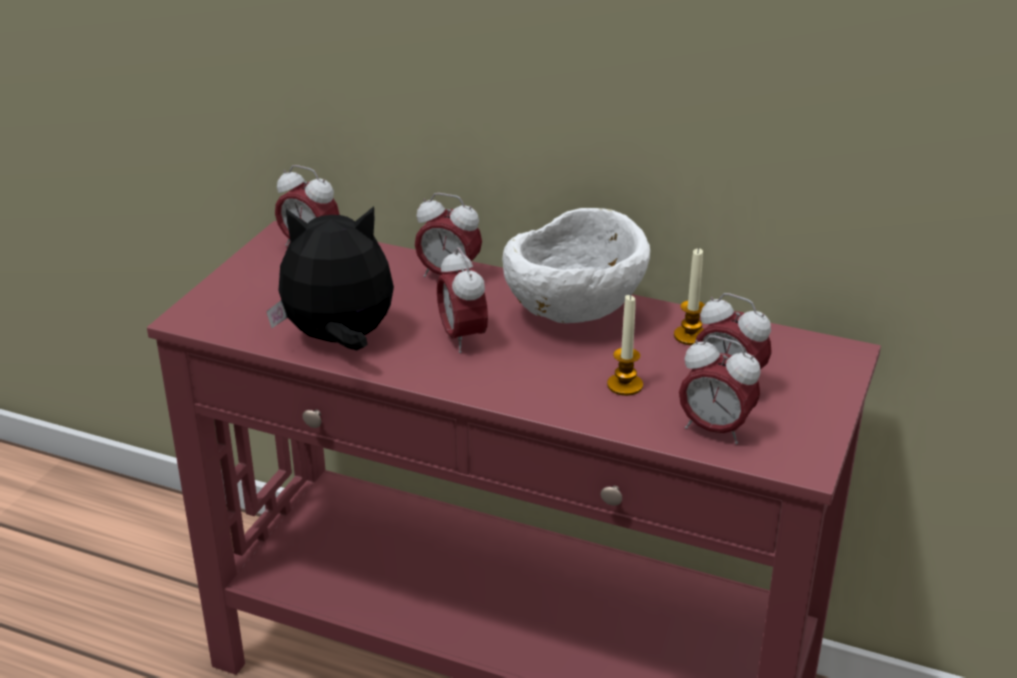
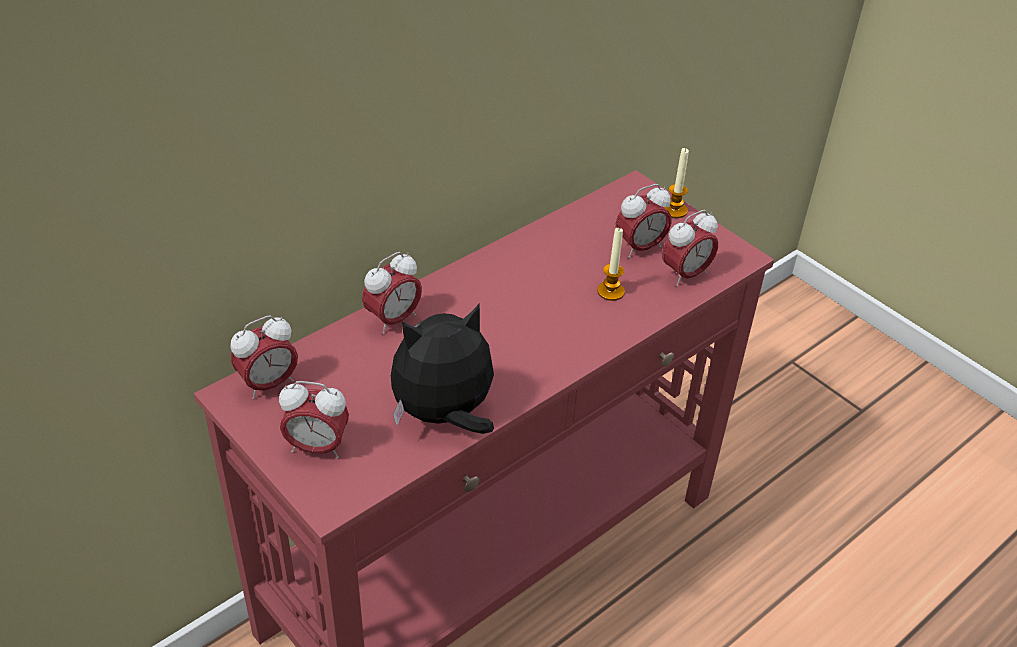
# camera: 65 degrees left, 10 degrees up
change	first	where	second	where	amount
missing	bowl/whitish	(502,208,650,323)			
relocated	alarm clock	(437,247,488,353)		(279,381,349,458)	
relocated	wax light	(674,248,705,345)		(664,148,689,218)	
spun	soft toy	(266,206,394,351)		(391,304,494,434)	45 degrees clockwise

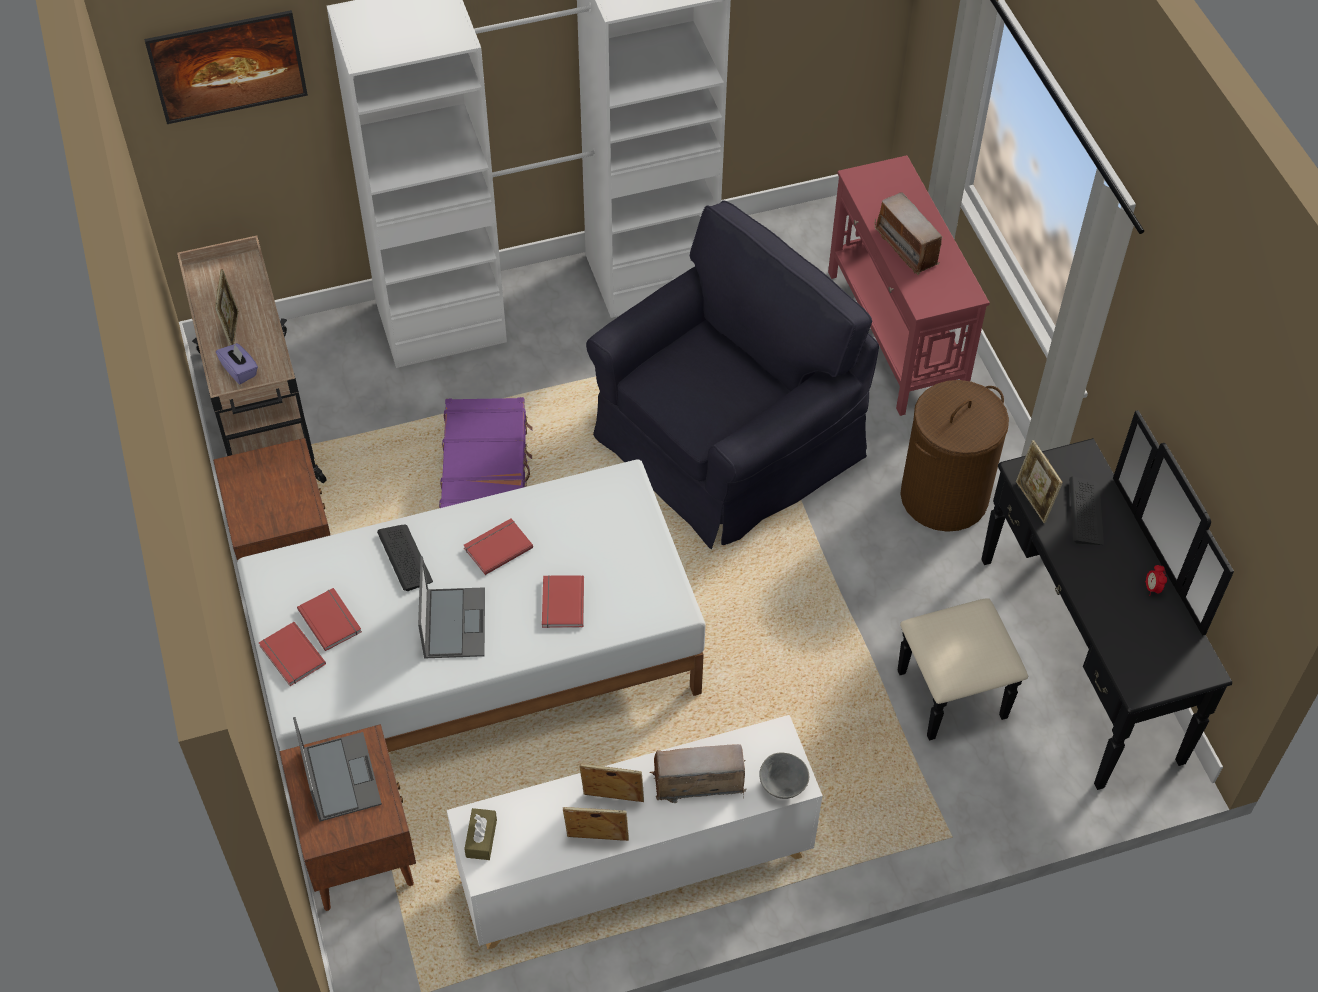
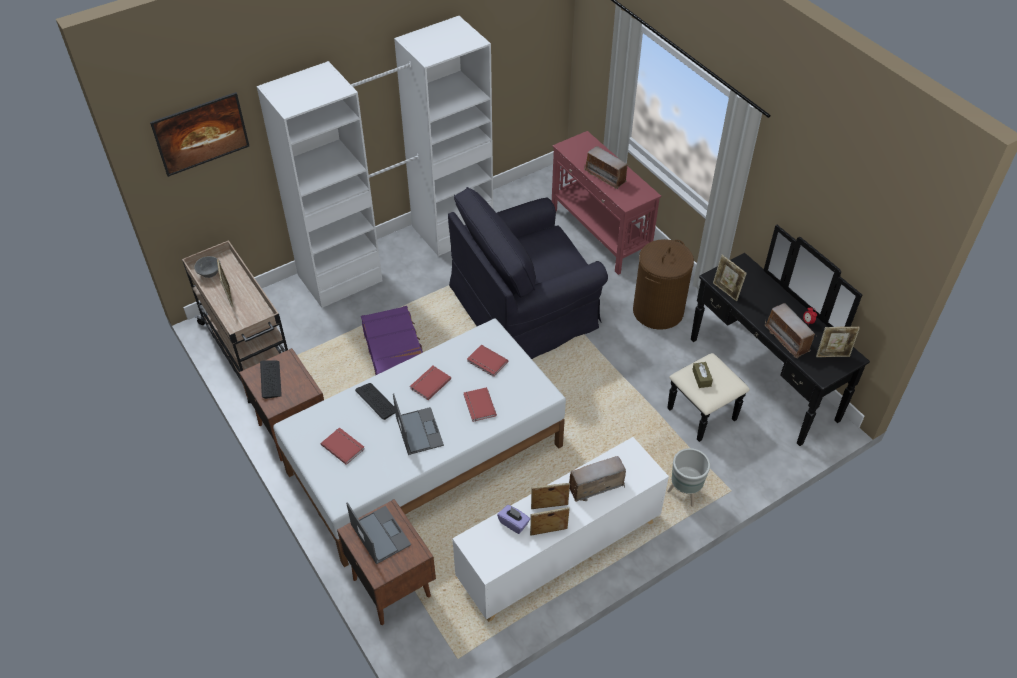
# camera: 15 degrees left, 5 degrees down
change	first	where	second	where	amount
appeared			planter/greyish	(667,448,710,507)	
appeared			radio set	(765,303,817,358)	
appeared			standing frame	(816,327,860,357)	
relocated	box of tissues/purplish	(216,343,258,384)		(497,505,530,534)	
relocated	book/red	(259,622,326,686)		(467,345,508,377)	
relocated	box of tissues/brown-coloured	(464,808,497,860)		(692,362,713,388)	
relocated	bowl/greyish	(759,753,809,799)		(194,256,221,278)	
relocated	keyboard	(1069,476,1104,545)		(260,360,282,399)	
spun	armchair/black	(586,200,879,549)		(448,187,608,359)	150 degrees counterclockwise

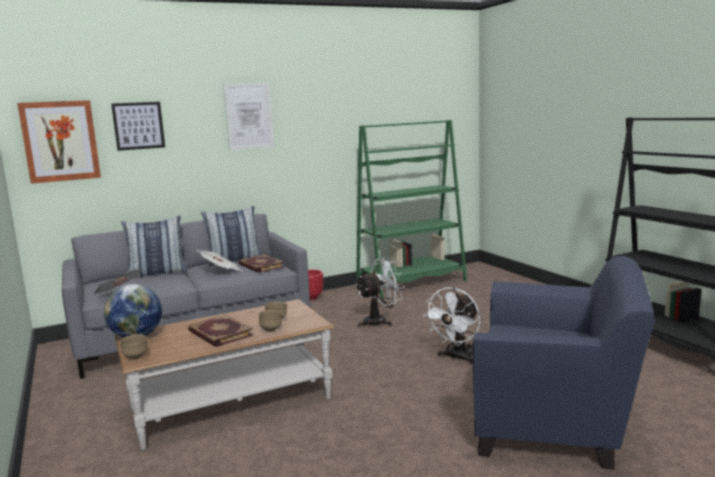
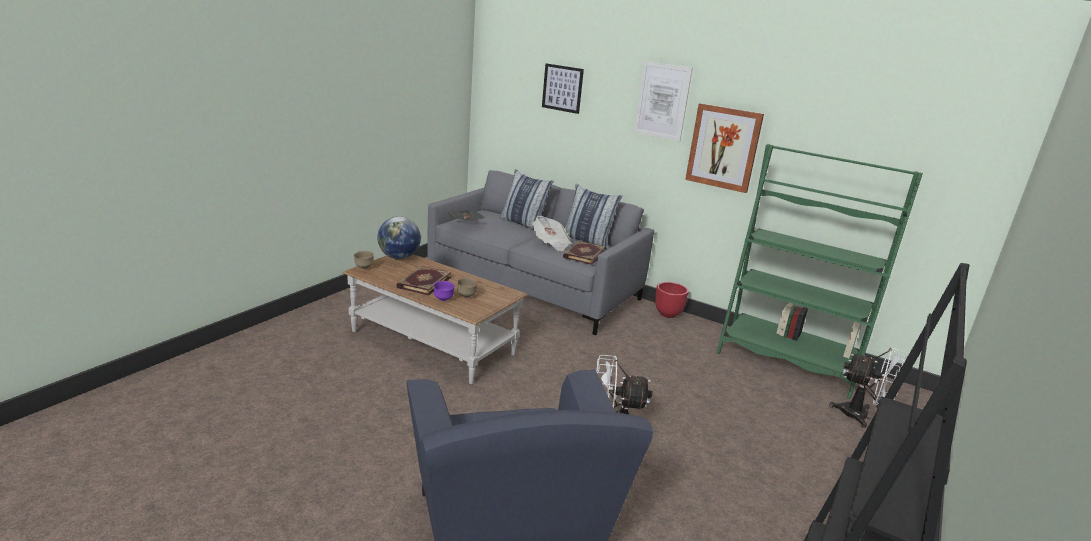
# camera: 55 degrees right, 10 degrees up
change	first	where	second	where	amount
relocated	wall picture	(17,100,101,184)		(685,103,764,193)	
relocated	electric fan/whitish	(355,257,405,327)		(829,347,907,428)	
colour	bowl/brown-coloured	(259,310,282,332)	bowl/purplish	(434,281,455,301)	

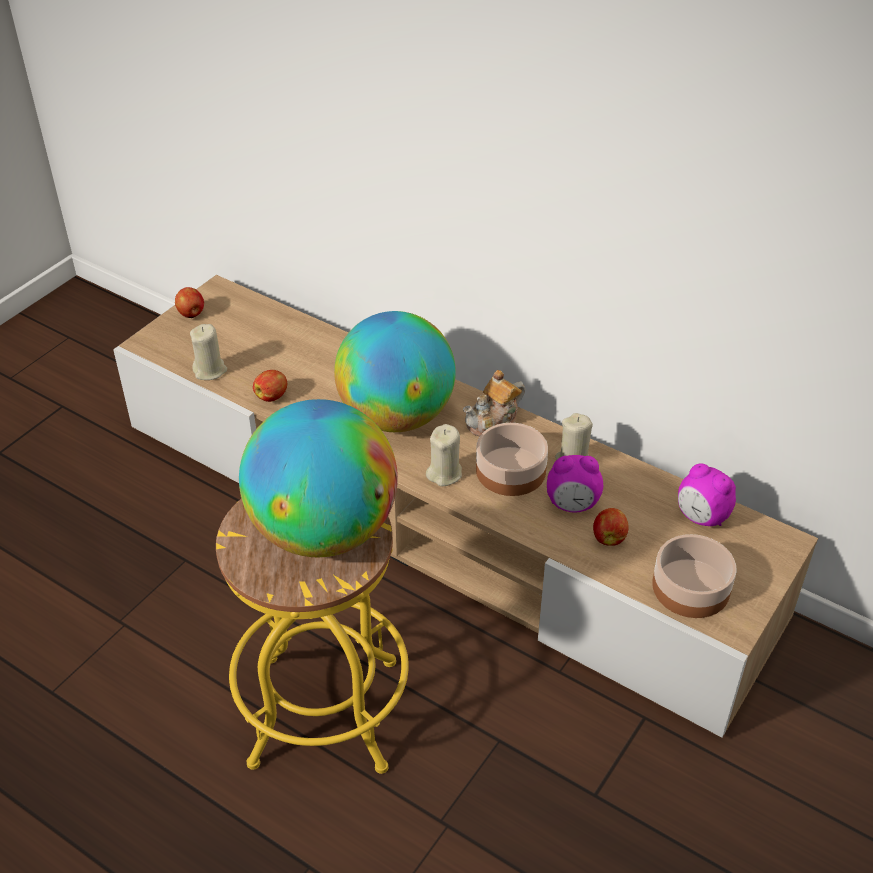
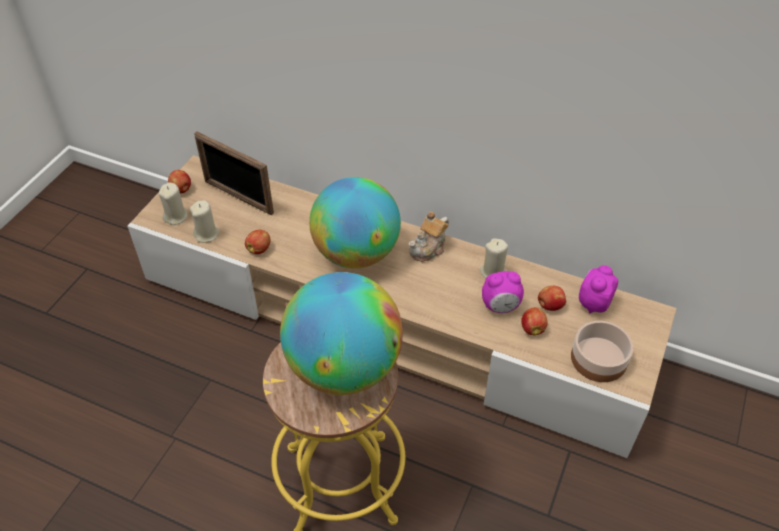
# camera: 10 degrees left, 5 degrees up
change	first	where	second	where	amount
missing	bowl	(476,423,548,496)			
appeared			standing frame	(194,131,274,215)	
appeared			apple	(538,286,566,311)	
relocated	wax light/beige	(426,424,462,486)		(158,182,188,225)	
spun	alarm clock	(678,463,736,526)		(579,265,618,314)	90 degrees clockwise

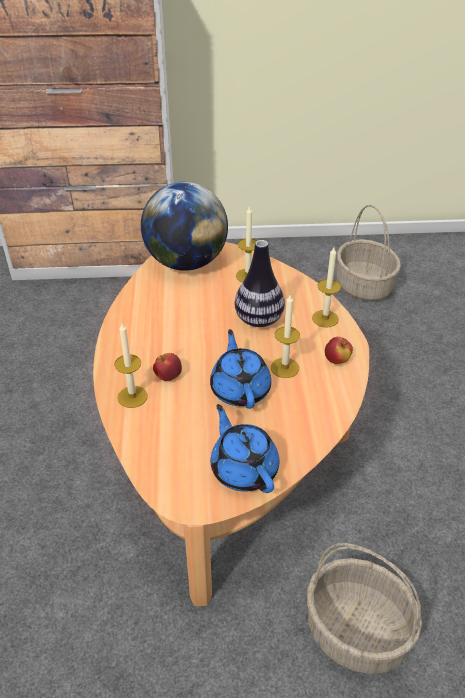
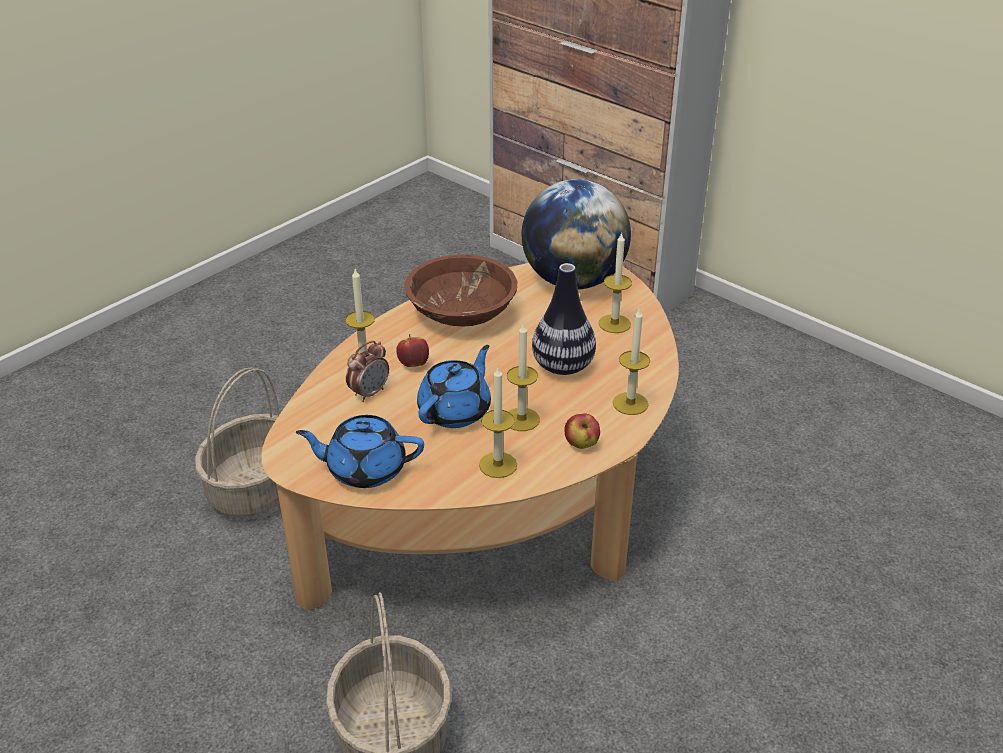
# camera: 45 degrees right, 5 degrees down
change	first	where	second	where	amount
appeared			alarm clock	(346,340,389,402)	
appeared			bowl/brown-coloured	(404,255,518,327)	
appeared			wax light	(479,367,517,478)	
relocated	basket	(337,205,401,301)		(195,367,280,517)	
spun	tea pot/blue	(210,404,279,493)		(296,415,424,488)	105 degrees counterclockwise

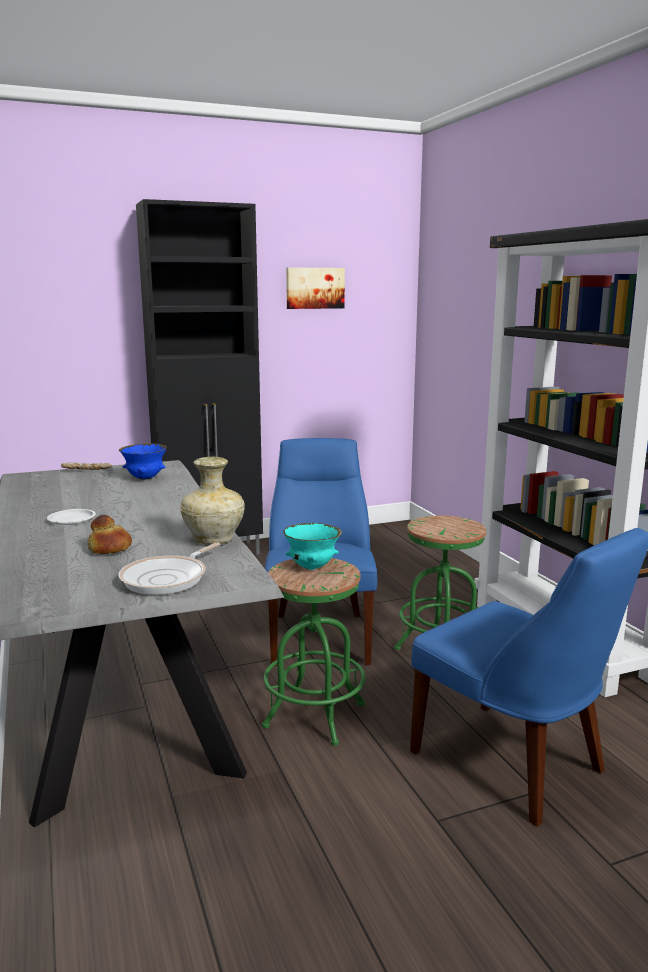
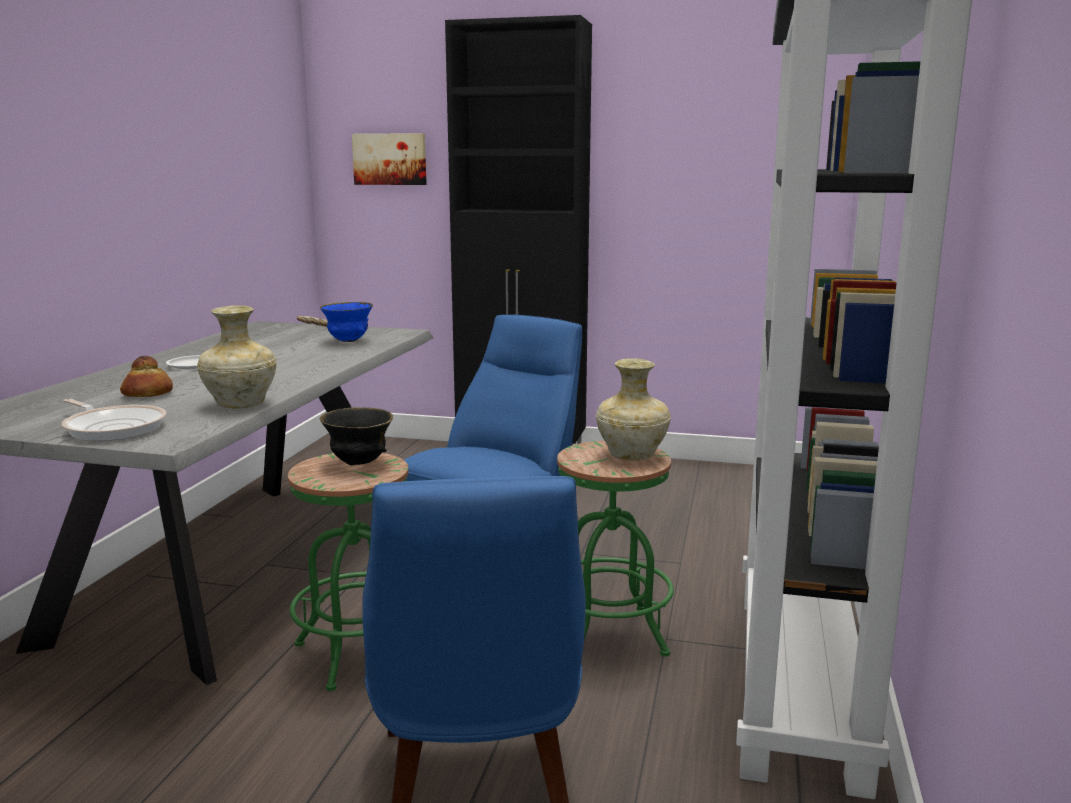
# camera: 35 degrees right, 0 degrees up
change	first	where	second	where	amount
appeared			vase/beige	(596,358,671,461)	
relocated	wall picture	(286,267,345,309)		(352,133,427,185)	
colour	bowl/blue-green	(283,523,342,570)	bowl/black	(320,407,393,466)	
spun	pan	(118,542,220,595)		(62,399,166,441)	120 degrees counterclockwise

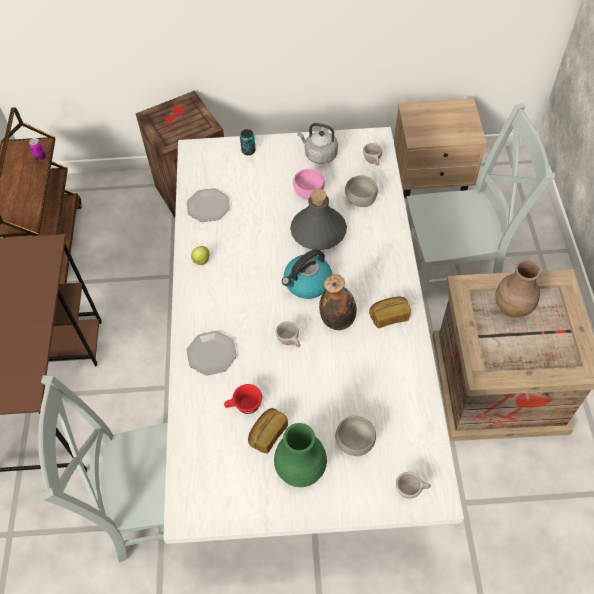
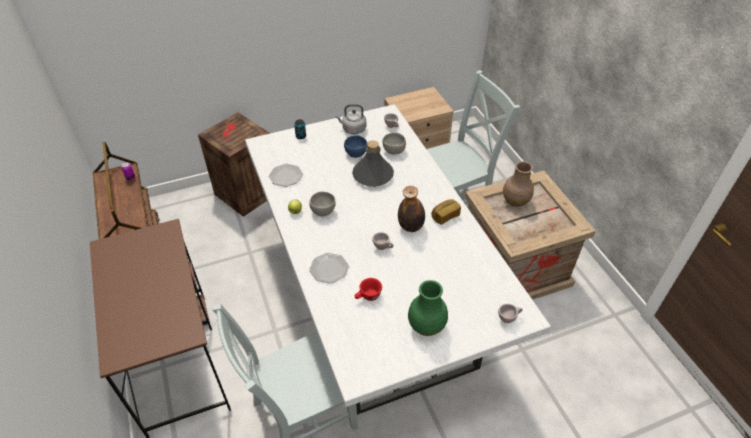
# camera: 20 degrees left, 10 degrees down
change	first	where	second	where	amount
missing	baked bread	(248,408,288,454)			
missing	water kettle	(282,249,332,299)			
relocated	bowl/greyish	(335,416,376,456)		(310,191,336,216)	
colour	bowl/pink	(293,169,325,200)	bowl/blue	(344,135,367,158)	

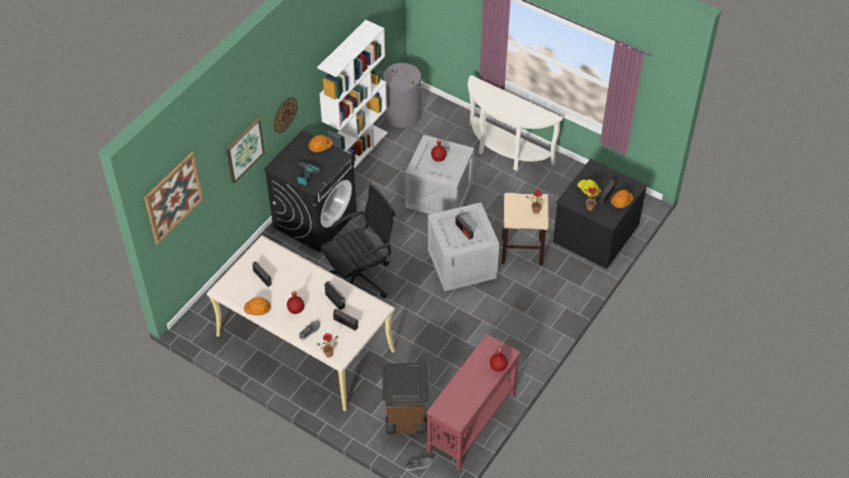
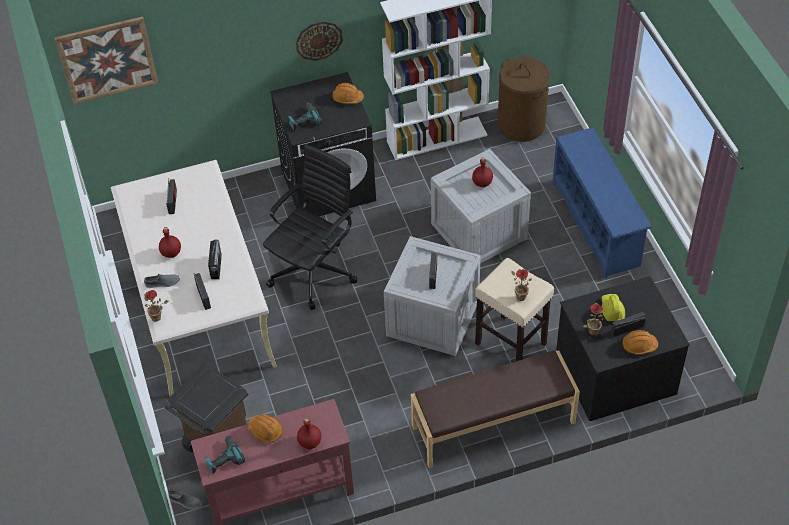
# camera: 40 degrees right, 0 degrees up
change	first	where	second	where	amount
missing	wall picture	(226,118,265,183)			
appeared			drill	(205,435,245,473)	
appeared			bench/brown-coloured	(411,350,580,468)	
relocated	hard hat/orange-coloured	(244,297,271,315)		(248,414,283,443)	
exchanged	console table/whitish	(468,75,563,170)	shoe stand/blue	(552,127,652,278)	
colour	washing basket/greyish	(380,63,425,128)	washing basket/brown-coloured	(498,57,550,142)	
spun	office chair/black	(321,184,395,298)		(263,144,357,310)	60 degrees counterclockwise

